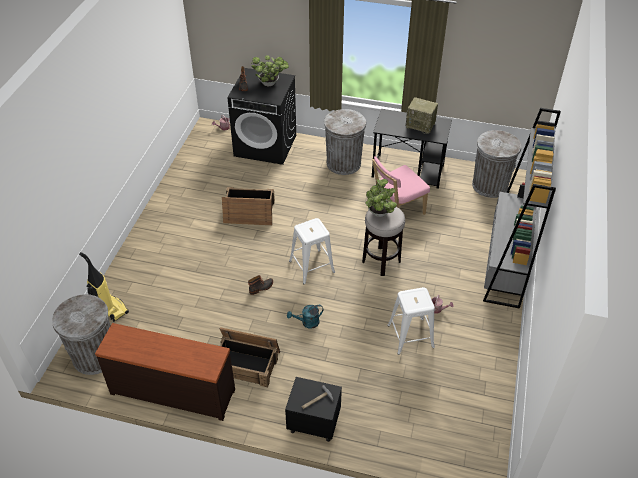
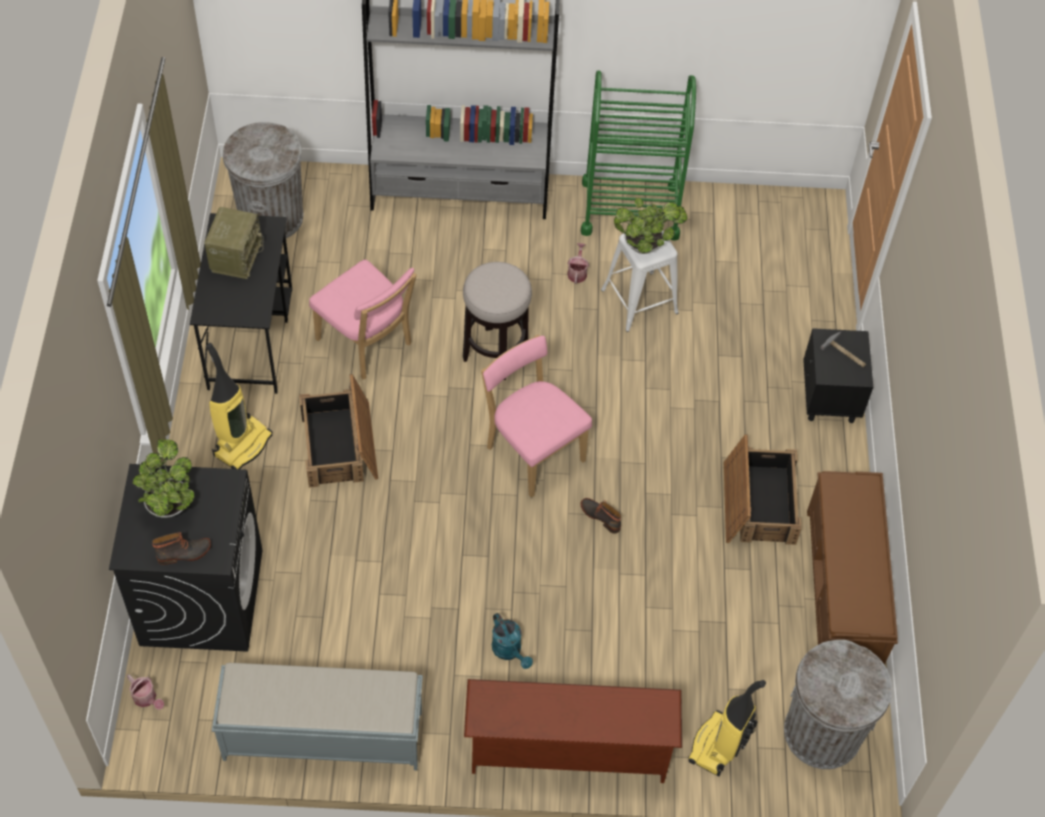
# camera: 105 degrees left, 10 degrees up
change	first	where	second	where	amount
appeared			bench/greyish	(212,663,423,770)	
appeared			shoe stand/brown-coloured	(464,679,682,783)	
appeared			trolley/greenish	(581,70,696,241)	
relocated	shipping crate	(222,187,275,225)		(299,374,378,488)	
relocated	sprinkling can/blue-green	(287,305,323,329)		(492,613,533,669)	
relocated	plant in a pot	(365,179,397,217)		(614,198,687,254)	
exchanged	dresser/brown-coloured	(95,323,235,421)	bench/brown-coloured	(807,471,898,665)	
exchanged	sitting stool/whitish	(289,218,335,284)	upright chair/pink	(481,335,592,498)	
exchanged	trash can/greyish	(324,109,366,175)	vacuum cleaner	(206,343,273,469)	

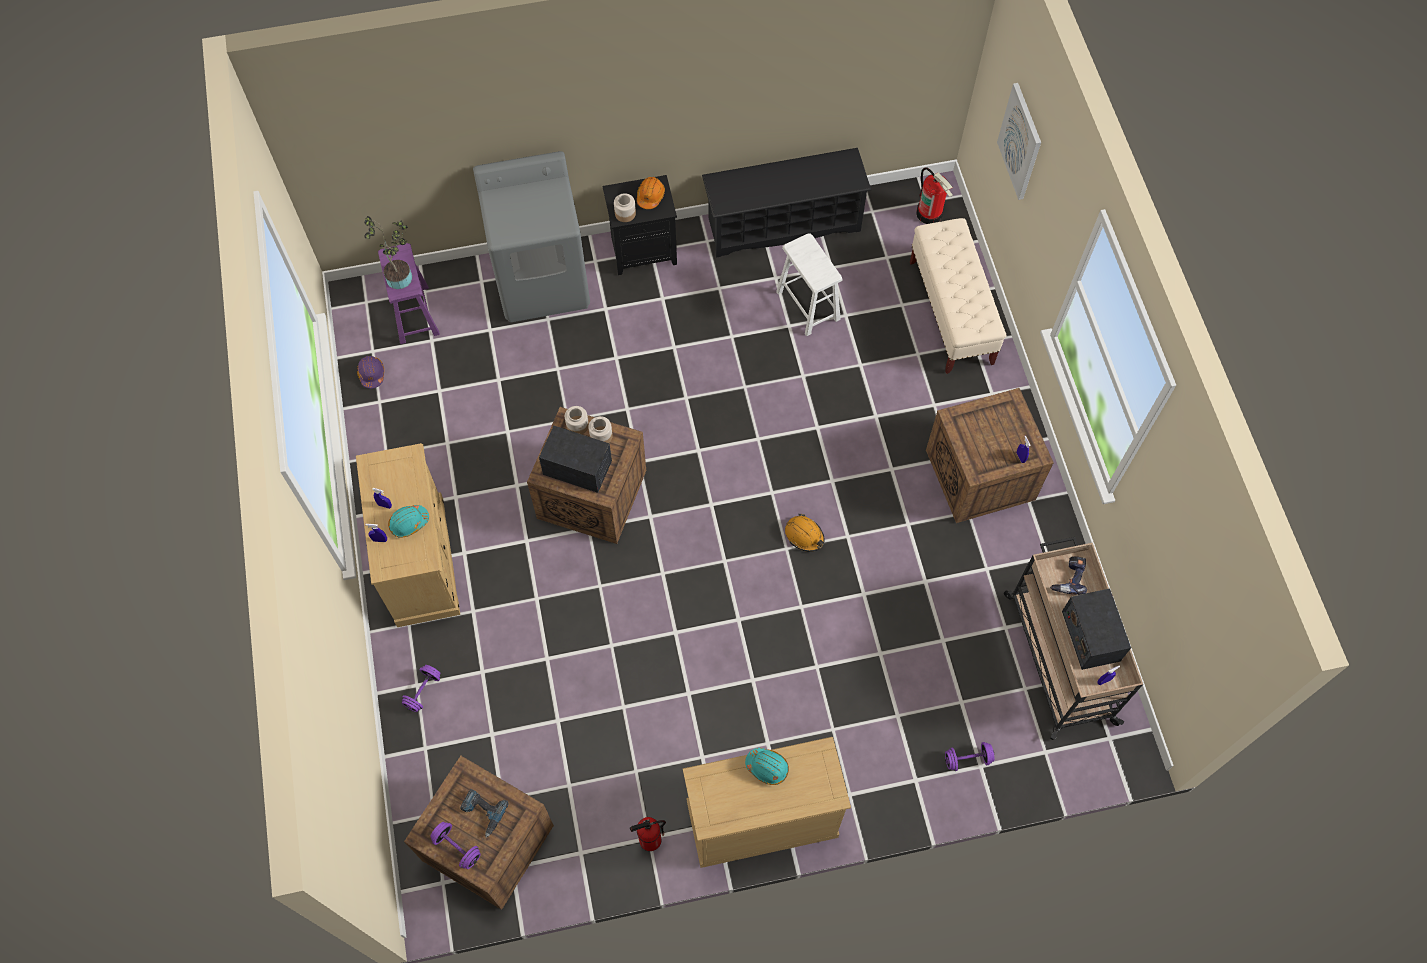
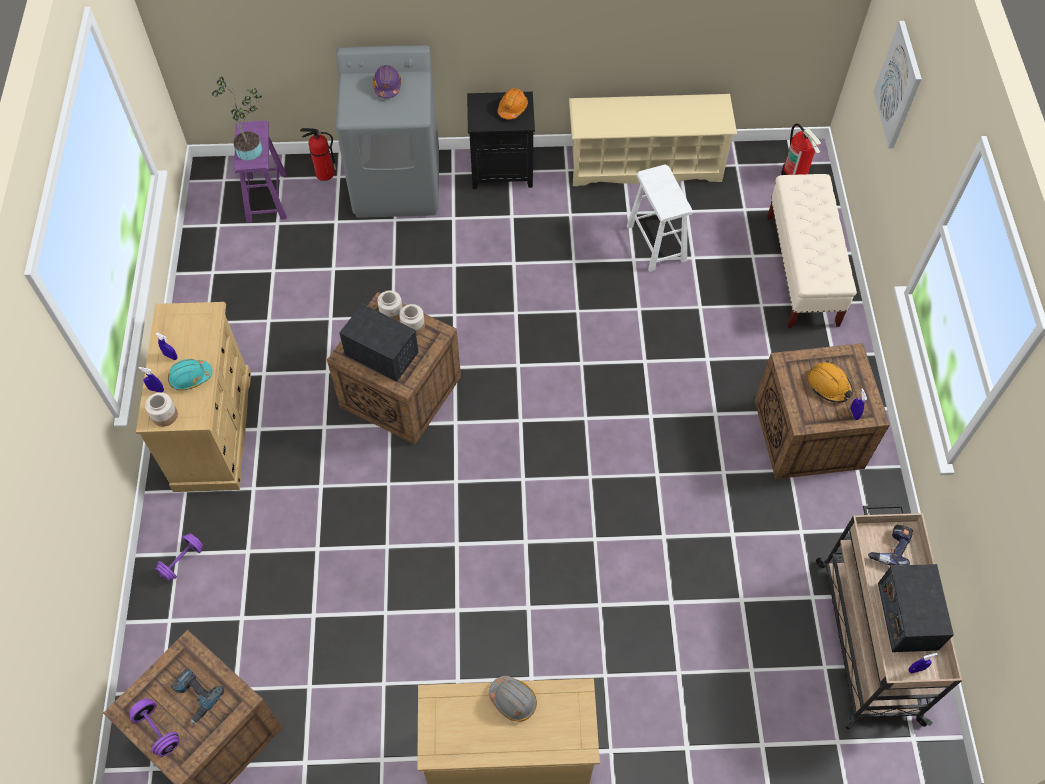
# camera: 10 degrees right, 5 degrees down
change	first	where	second	where	amount
missing	dumbbell/purplish	(945,742,994,771)			
relocated	hard hat/purplish	(357,356,384,389)		(373,65,401,98)	
relocated	preserve jar	(614,193,636,222)		(145,392,178,427)	
relocated	fire-fighting cylinder	(630,817,666,851)		(300,128,336,181)	
relocated	hard hat/orange-coloured	(785,514,825,552)		(808,360,853,403)	
colour	shoe stand/black	(702,148,871,258)	shoe stand/beige	(569,94,737,186)	
colour	hard hat/blue-green	(745,748,789,785)	hard hat/greyish	(489,676,537,722)	

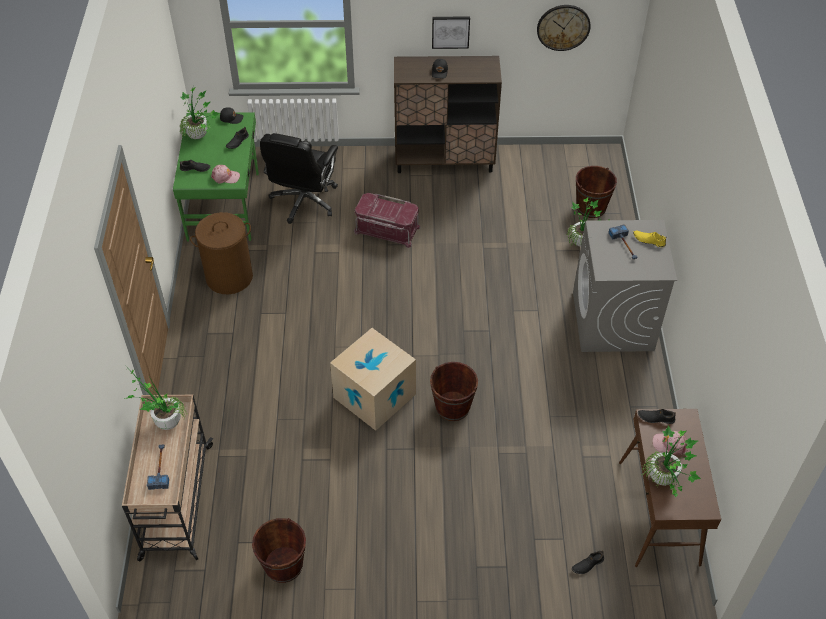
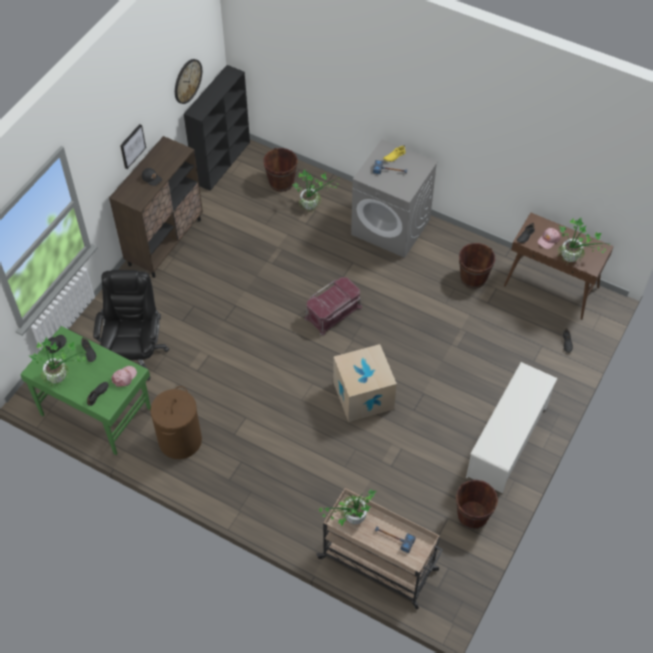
# camera: 60 degrees left, 5 degrees up
change	first	where	second	where	amount
appeared			bookcase/black	(184,65,250,191)	
appeared			shoe stand/whitish	(466,362,558,494)	
relocated	storage container/red	(354,193,421,248)		(305,277,362,335)	
relocated	water bucket/brown-coloured	(430,362,478,421)		(459,243,495,288)	
spun	office chair/black	(260,133,338,224)		(93,270,170,381)	135 degrees counterclockwise

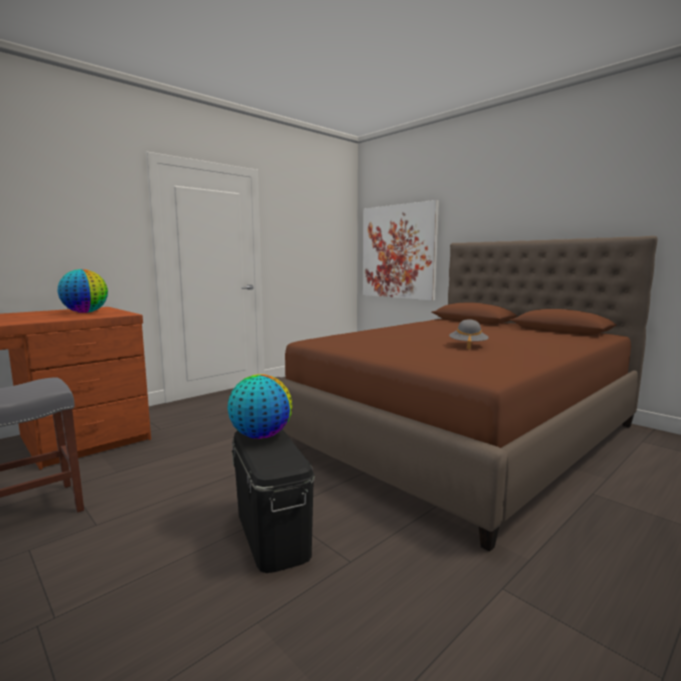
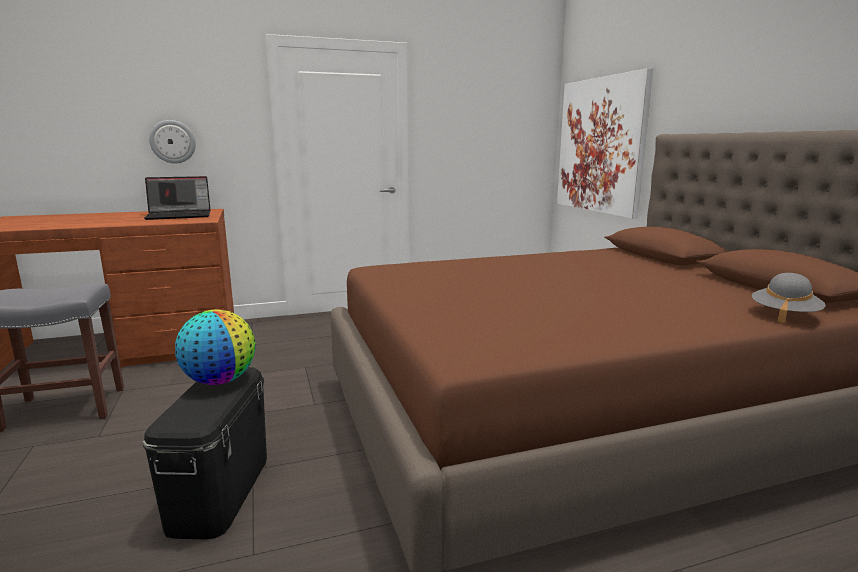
# camera: 25 degrees right, 5 degrees up
change	first	where	second	where	amount
appeared			wall clock	(149,120,196,164)	
relocated	hat/greyish	(449,319,489,350)		(752,273,826,323)	
exchanged	globe	(58,269,108,313)	notebook computer	(144,176,210,220)	

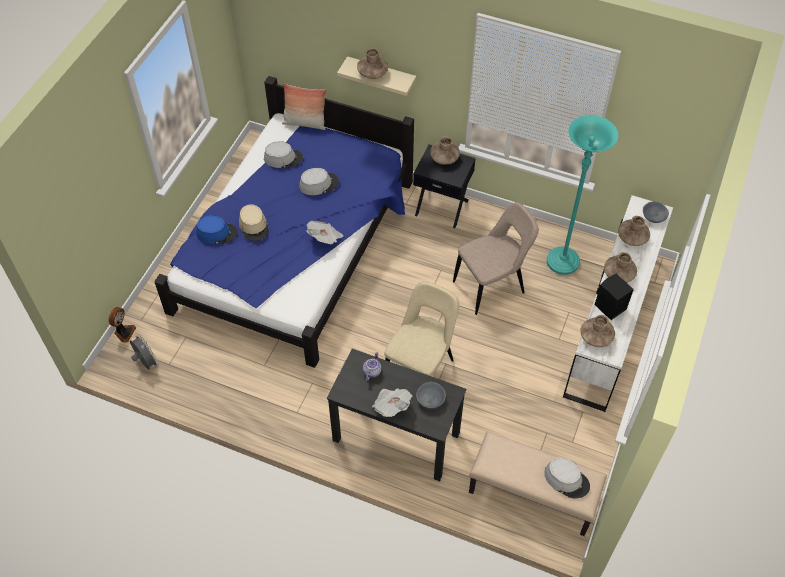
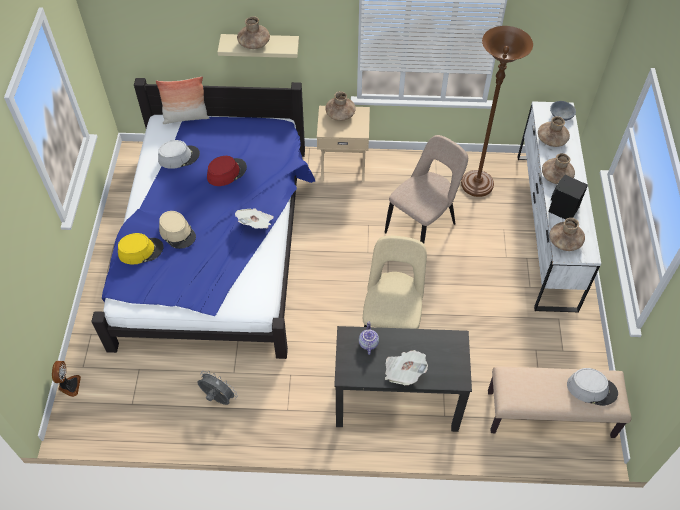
# camera: 20 degrees left, 0 degrees up
change	first	where	second	where	amount
missing	bowl/greyish	(416,382,446,409)			
relocated	electric fan/greyish	(130,334,159,369)		(197,371,238,405)	
colour	hat/blue	(196,215,238,244)	hat/yellow	(118,233,164,264)	
colour	hat/greyish	(299,168,339,195)	hat/red	(207,156,247,186)	
colour	bedside table/black	(413,145,476,228)	bedside table/beige	(317,106,370,182)	
colour	standing lamp/blue-green	(547,115,618,275)	standing lamp/brown-coloured	(461,26,533,197)	

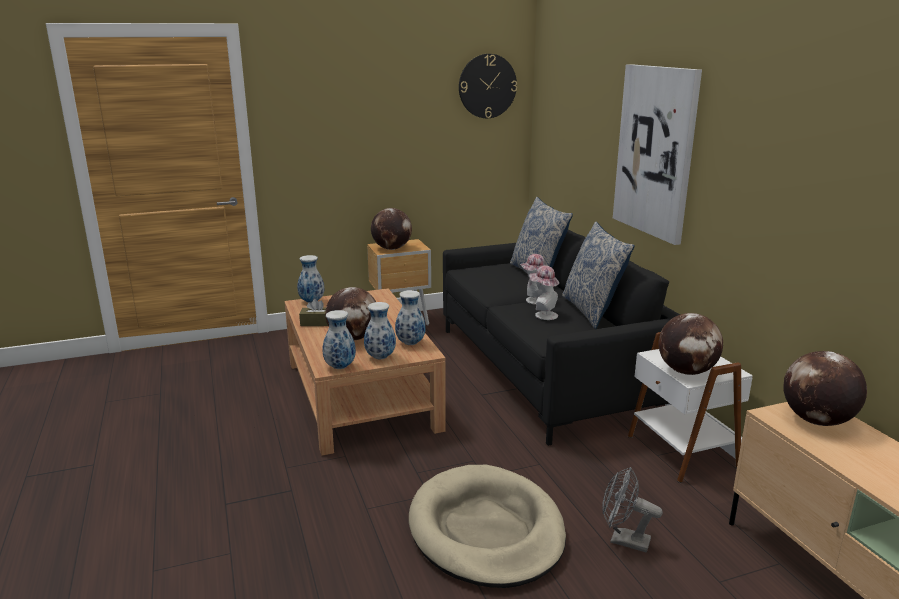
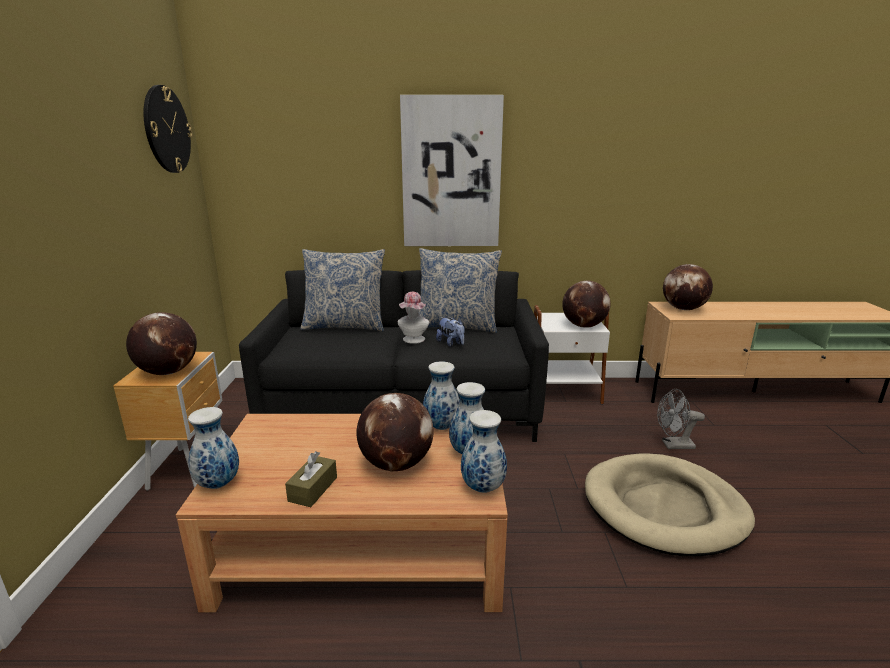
# camera: 70 degrees left, 0 degrees up
change	first	where	second	where	amount
exchanged	hat	(529,266,559,320)	soft toy	(436,317,465,347)	
spun	electric fan/greyish	(602,467,663,553)		(657,389,705,449)	45 degrees clockwise

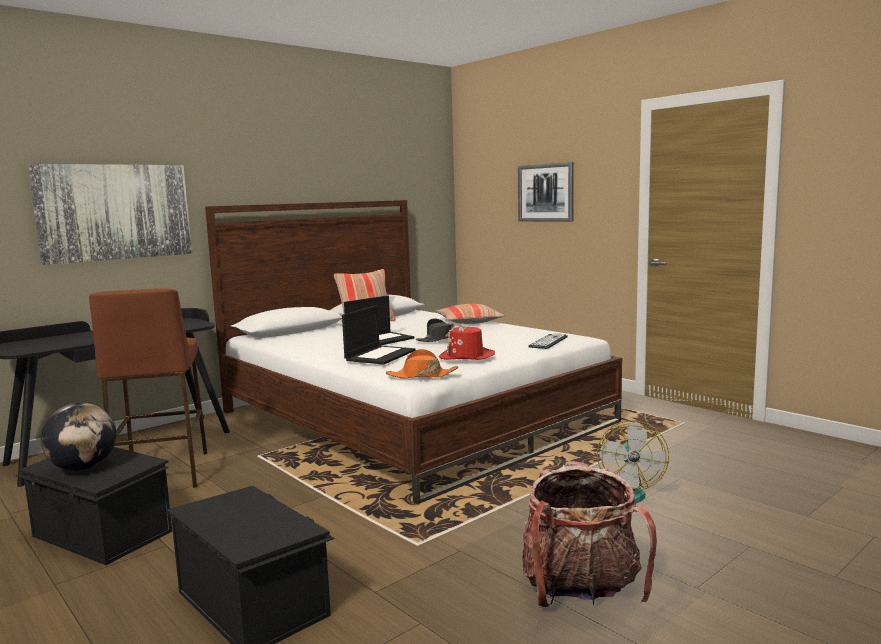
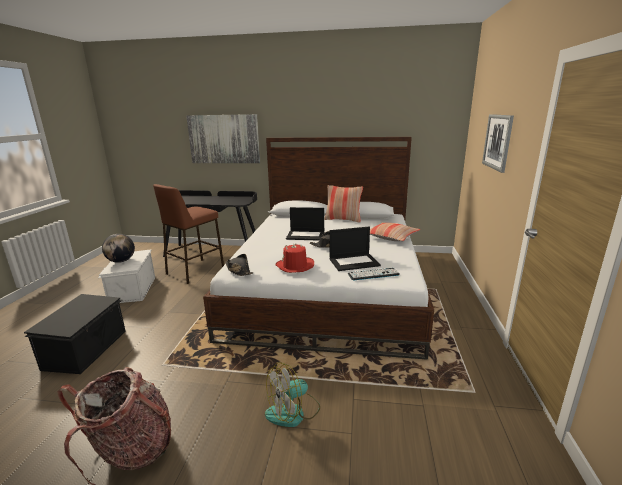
# camera: 50 degrees right, 10 degrees up
change	first	where	second	where	amount
relocated	notebook computer	(342,305,416,365)		(330,227,381,271)	
colour	storage container/black	(16,447,172,565)	storage container/whitish	(98,250,155,303)	
colour	hat/orange-coloured	(386,349,458,379)	hat/black	(225,254,253,276)	

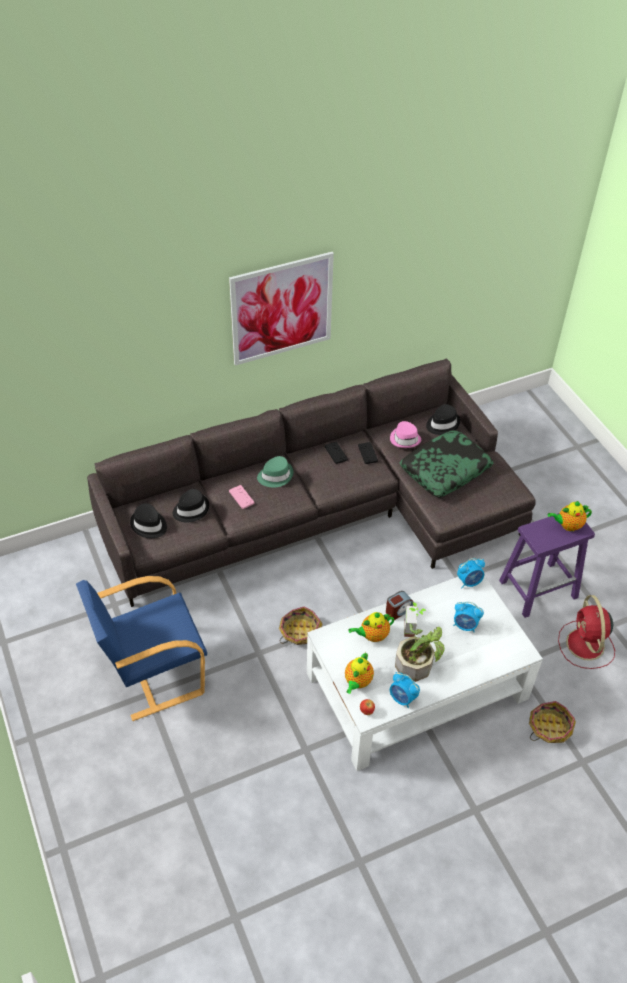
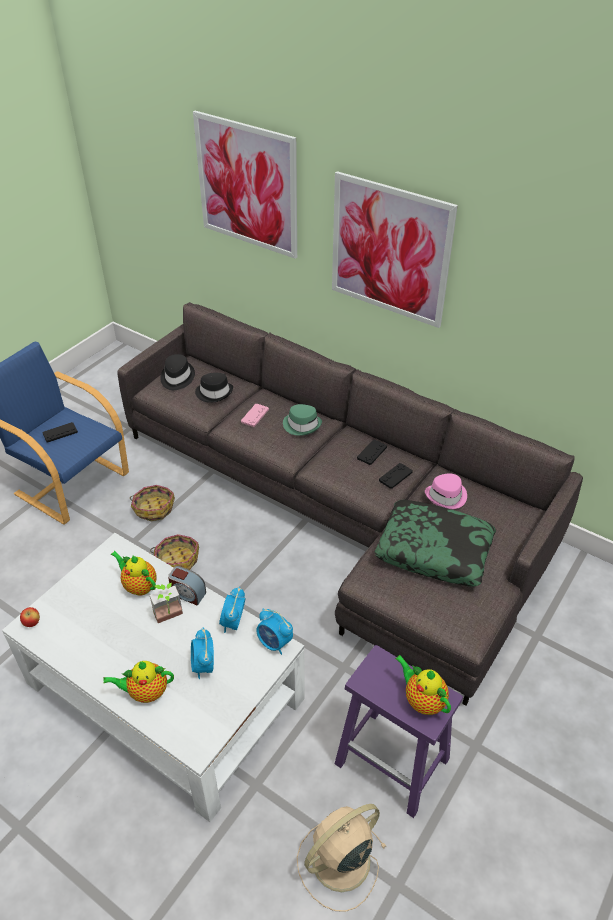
# camera: 60 degrees right, 5 degrees down
change	first	where	second	where	amount
missing	plant in a pot	(395,623,445,682)			
missing	hat/black	(426,404,460,435)			
appeared			joypad/black	(42,422,78,442)	
appeared			wall picture	(193,111,297,259)	
relocated	tea pot	(345,652,374,694)		(103,661,174,703)	
relocated	alarm clock	(390,672,420,708)		(219,587,246,633)	
relocated	basket	(529,701,576,743)		(130,485,175,521)	
colour	electric fan/red	(558,595,615,669)	electric fan/beige	(297,804,387,912)	

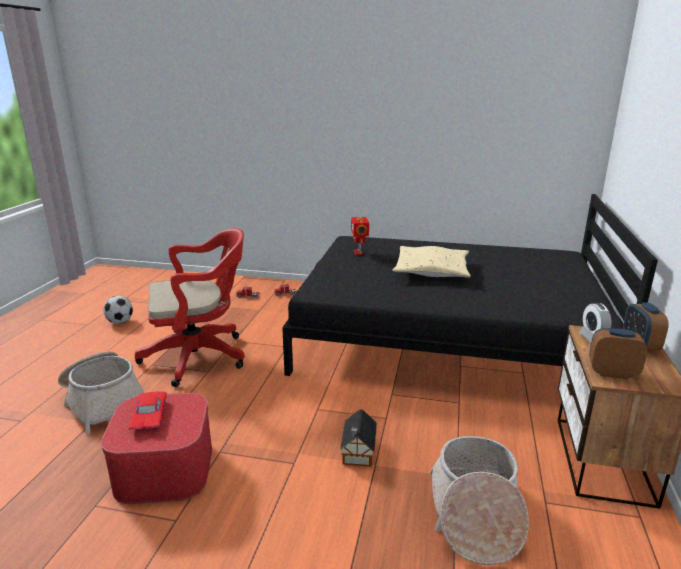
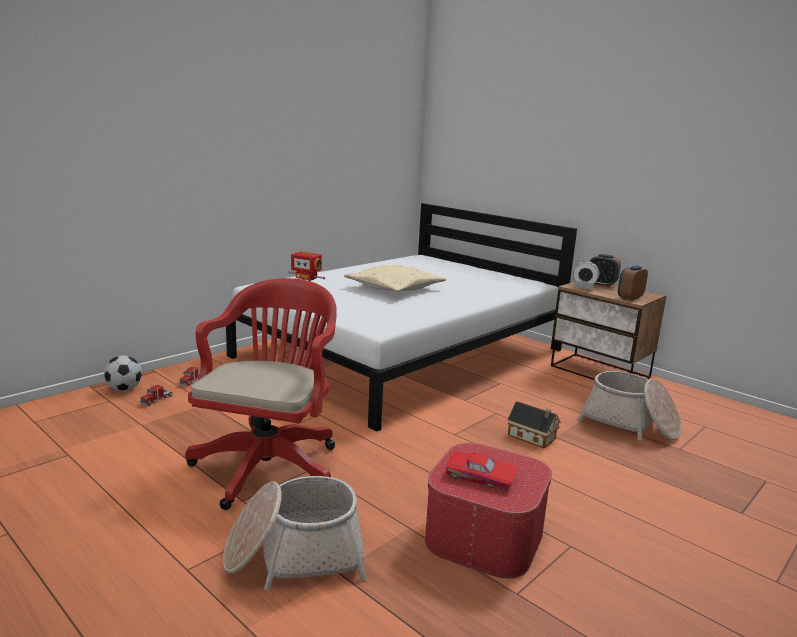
# camera: 60 degrees left, 5 degrees down
change	first	where	second	where	amount
relocated	football	(103,296,133,324)		(104,355,142,391)	
colour	bed/black	(282,194,658,376)	bed/whitish	(225,203,577,432)	

